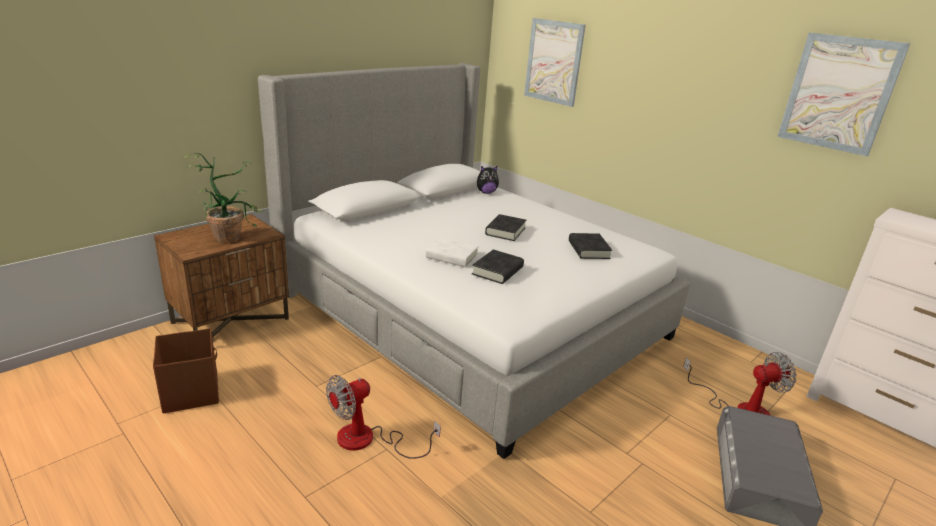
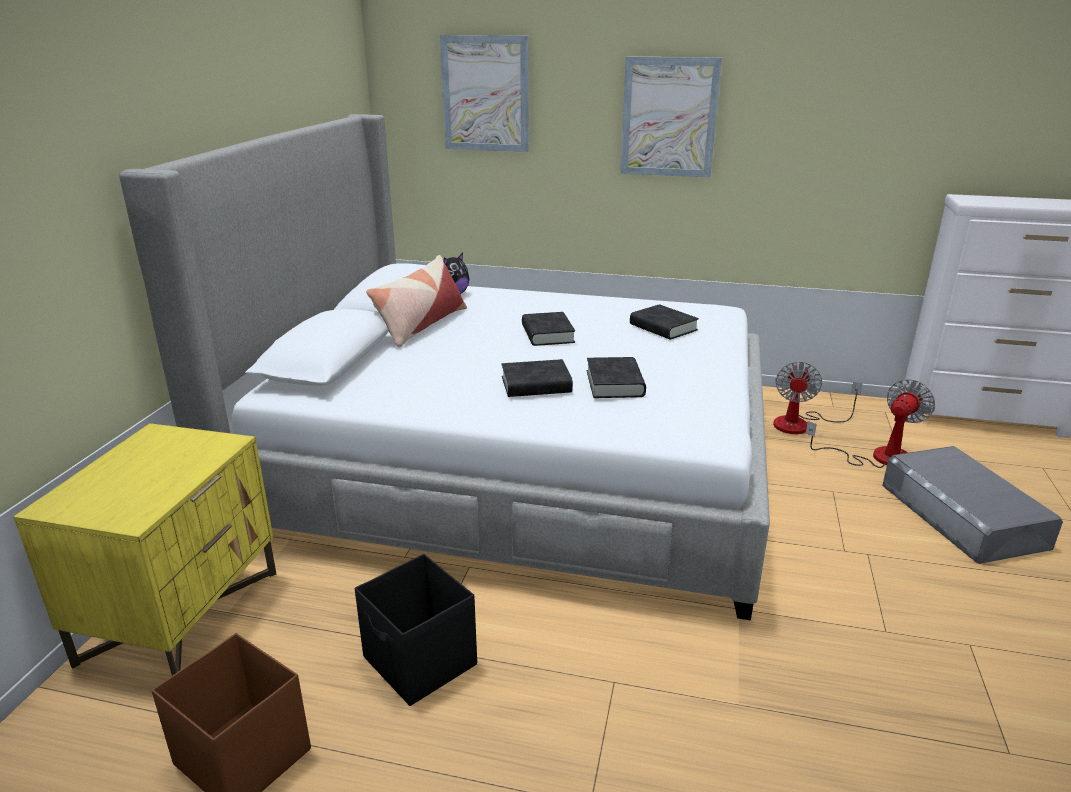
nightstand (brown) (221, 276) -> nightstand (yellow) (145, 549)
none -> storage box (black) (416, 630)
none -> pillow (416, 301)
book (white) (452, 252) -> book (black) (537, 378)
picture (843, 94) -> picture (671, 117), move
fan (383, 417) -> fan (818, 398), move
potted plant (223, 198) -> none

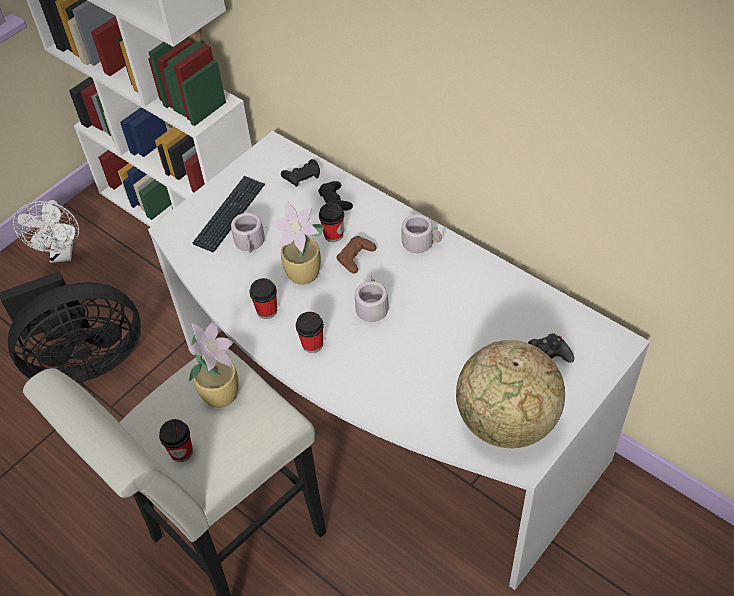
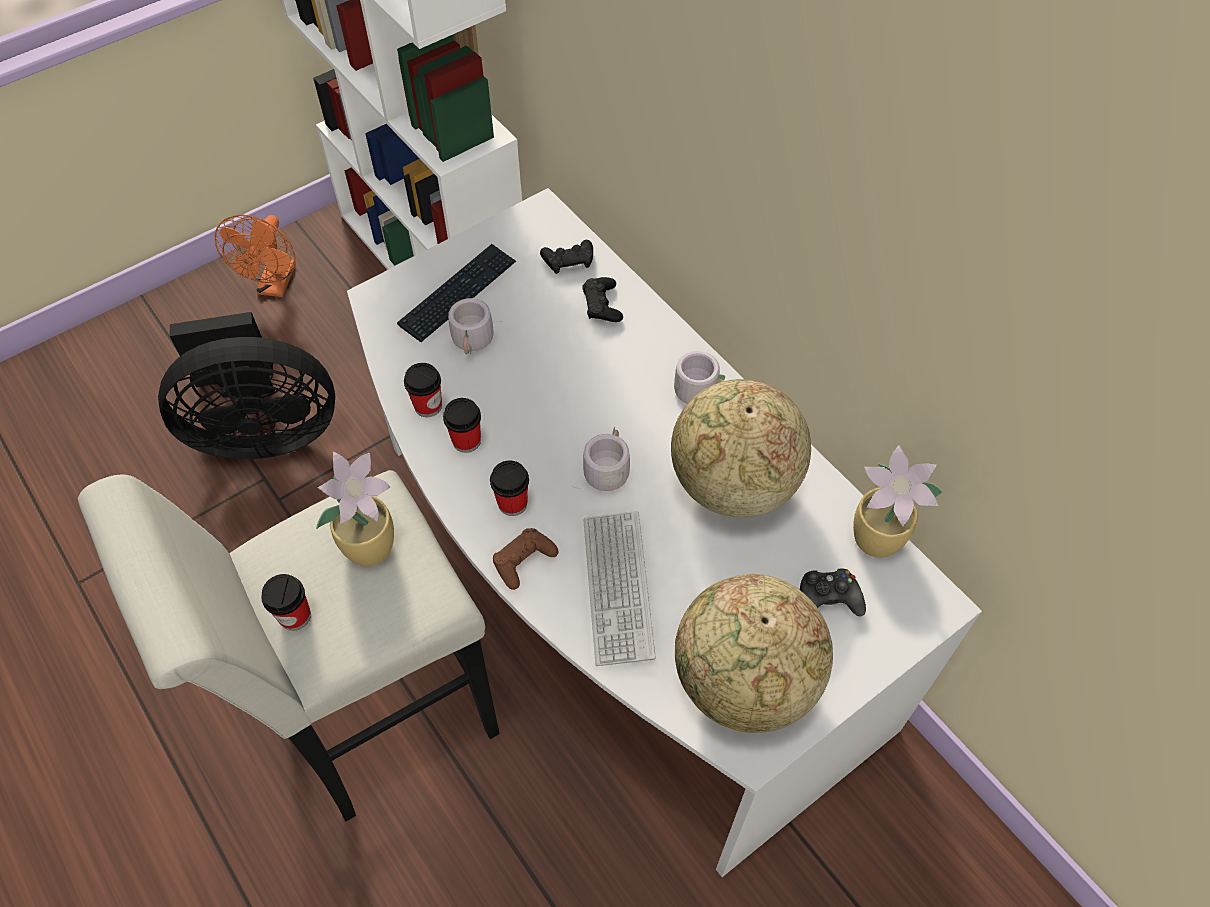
fan (white) (46, 231) -> fan (orange) (255, 256)
cup (331, 222) -> cup (423, 390), move
game controller (brown) (357, 255) -> game controller (brown) (526, 559), move
none -> keyboard (619, 588)
none -> globe (741, 448)
potted plant (298, 243) -> potted plant (898, 501), move

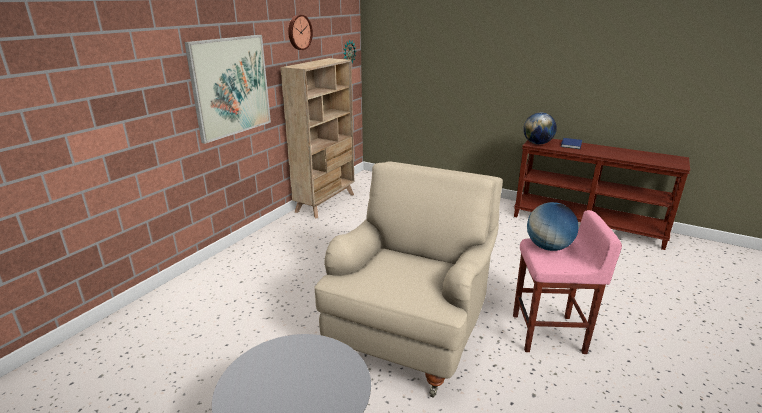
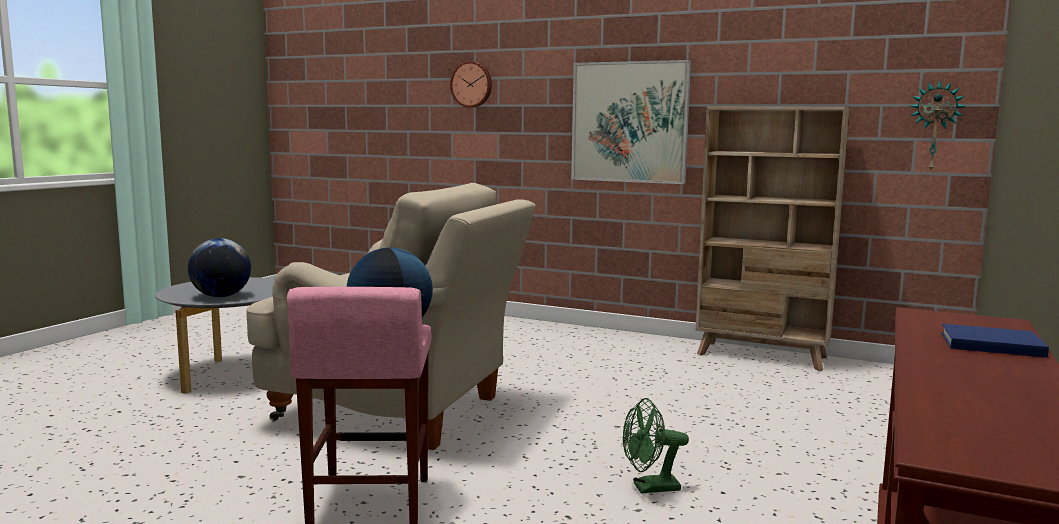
globe (540, 129) -> globe (219, 267), move
wall clock (300, 32) -> wall clock (471, 84), move
none -> fan (green) (656, 446)

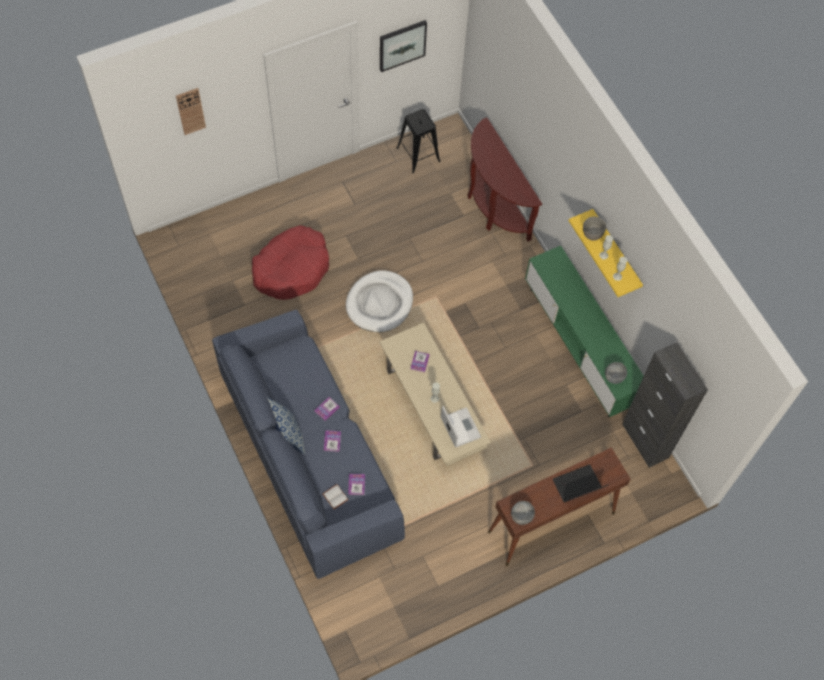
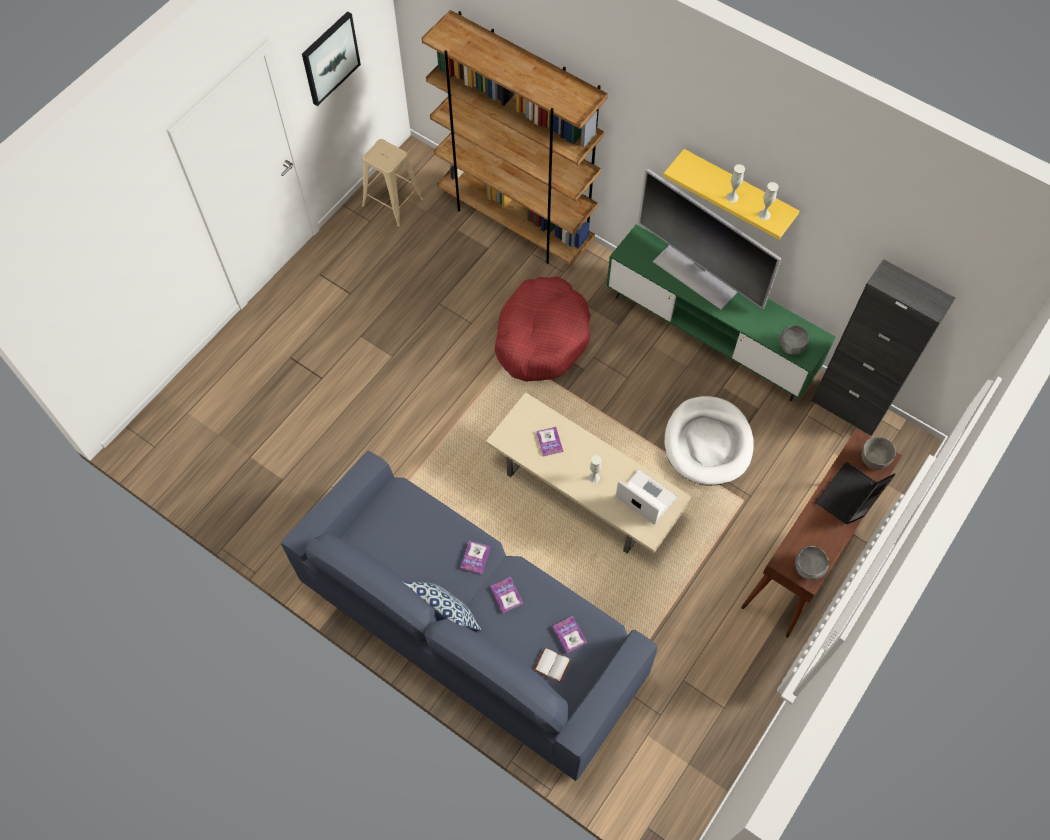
stool (black) (418, 141) -> stool (beige) (392, 183)
console table (brown) (505, 179) -> bookcase (brown) (515, 137)
dog bed (red) (290, 262) -> dog bed (red) (542, 329), move
none -> television (709, 239)
dog bed (white) (379, 301) -> dog bed (white) (709, 441), move
bowl (grey) (594, 229) -> bowl (grey) (879, 453), move
wall clock (191, 111) -> none

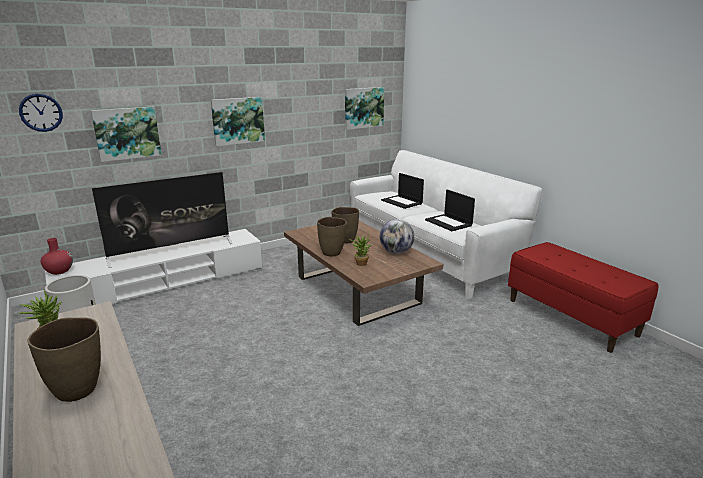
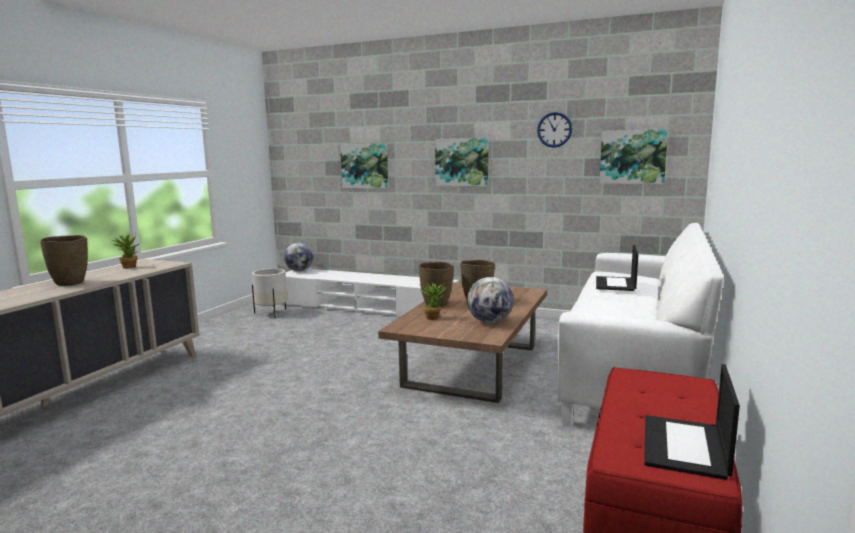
vase (red) (57, 256) -> globe (298, 257)
wall clock (41, 113) -> wall clock (554, 129), move
laptop (450, 210) -> laptop (692, 422), move
television (162, 220) -> none

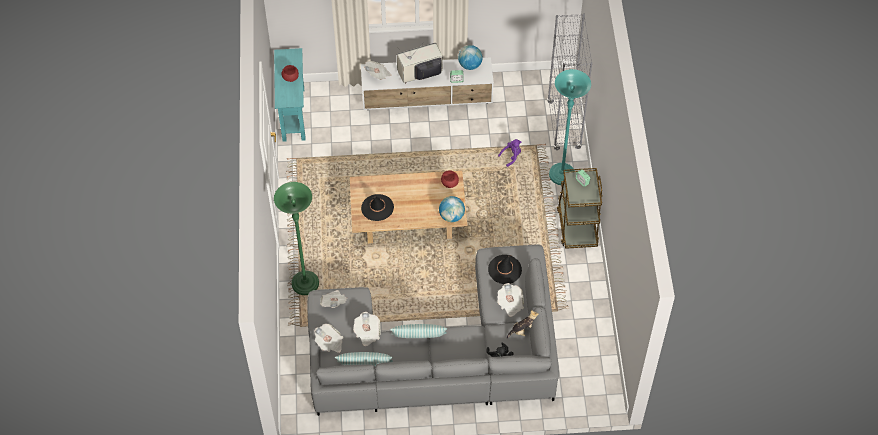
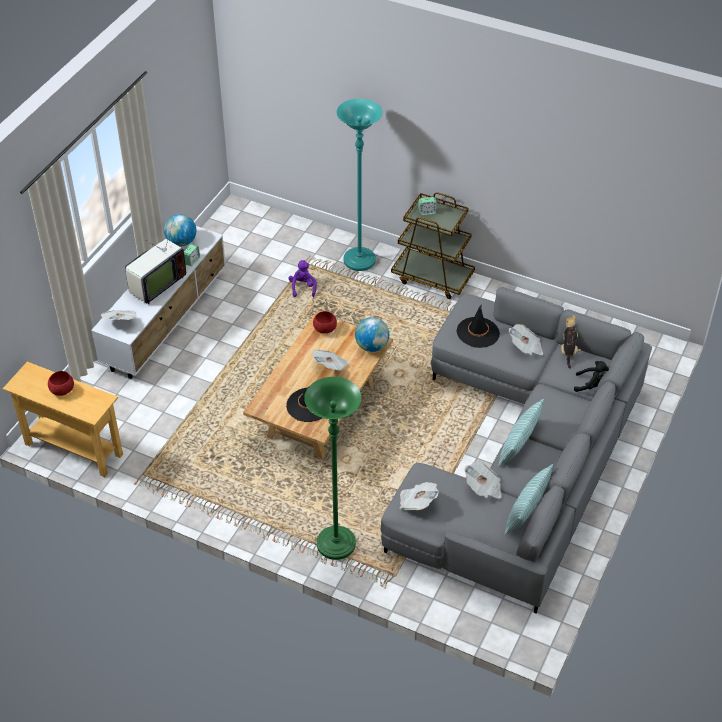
console table (turquoise) (290, 95) -> console table (beige) (63, 419)
television (420, 63) -> television (155, 261), 150 degrees counterclockwise
newspaper (329, 338) -> newspaper (331, 360), move
bookcase (grey) (570, 82) -> none

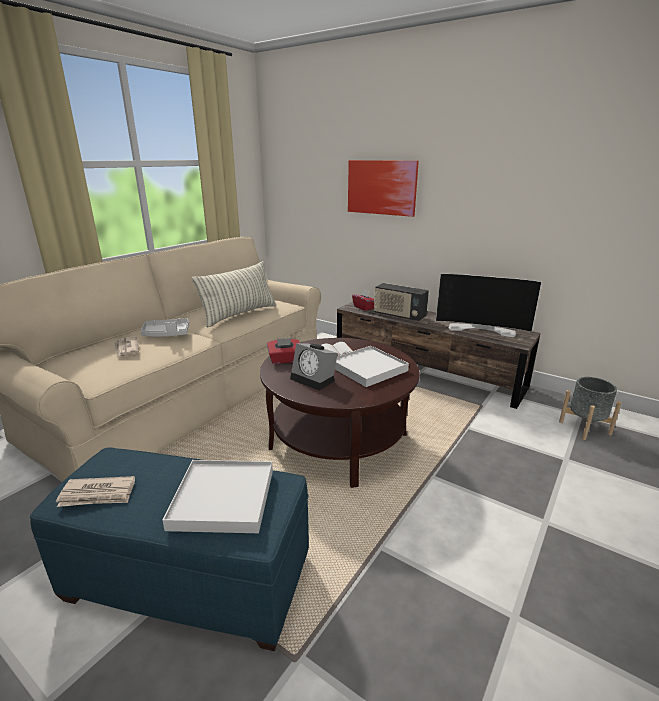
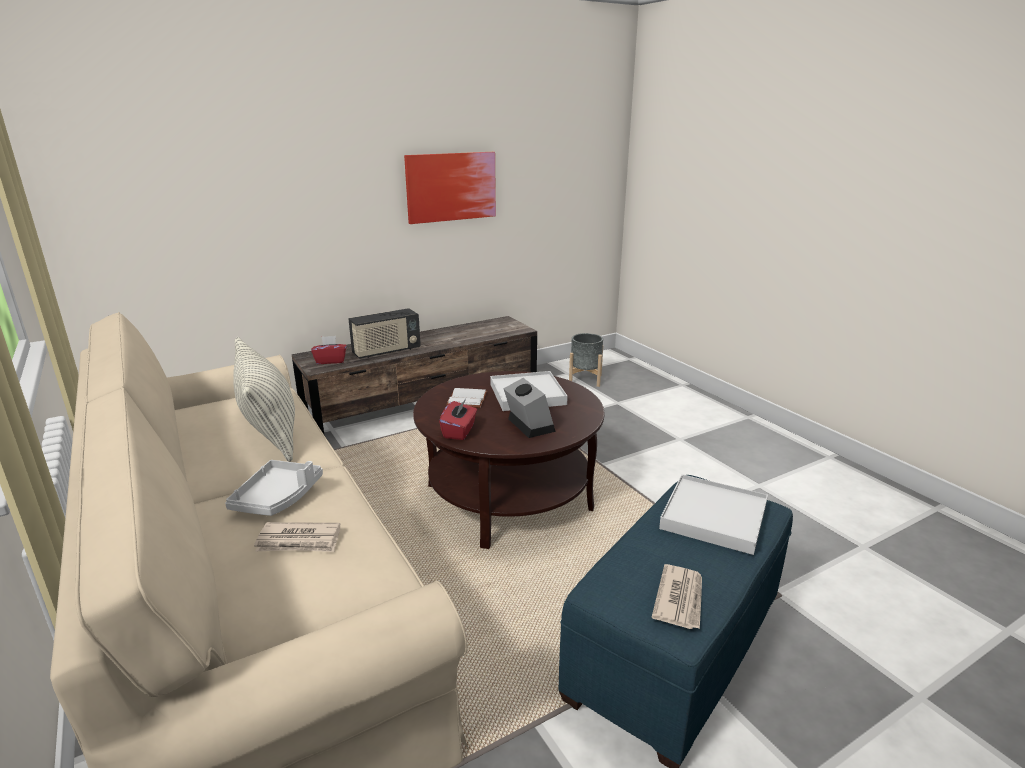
picture (383, 188) -> picture (450, 188), move
alarm clock (314, 366) -> alarm clock (529, 408), 90 degrees counterclockwise
television (489, 305) -> none

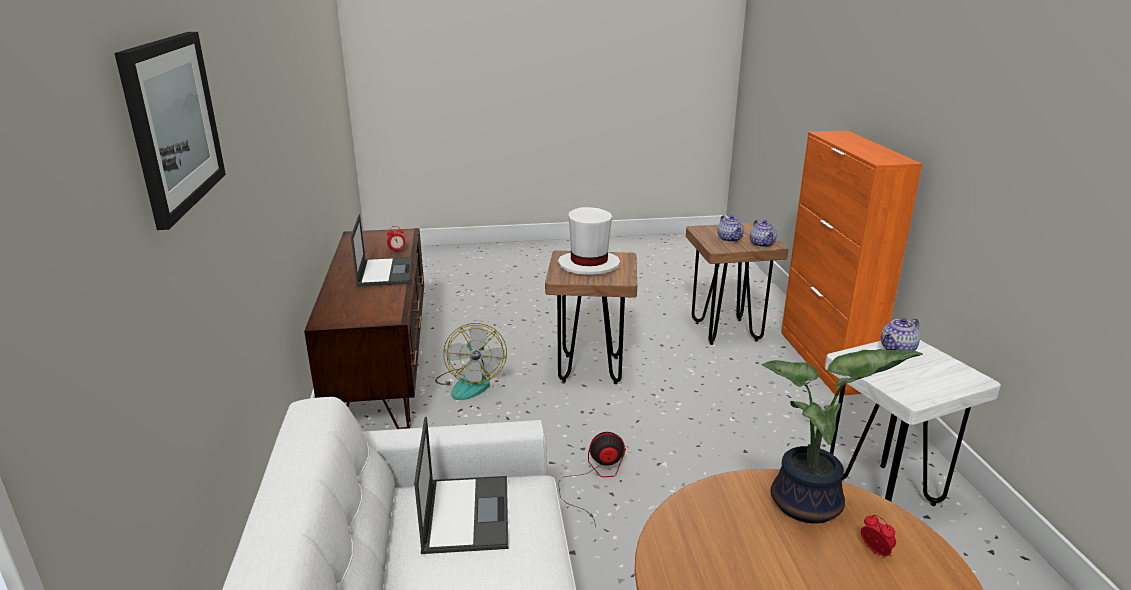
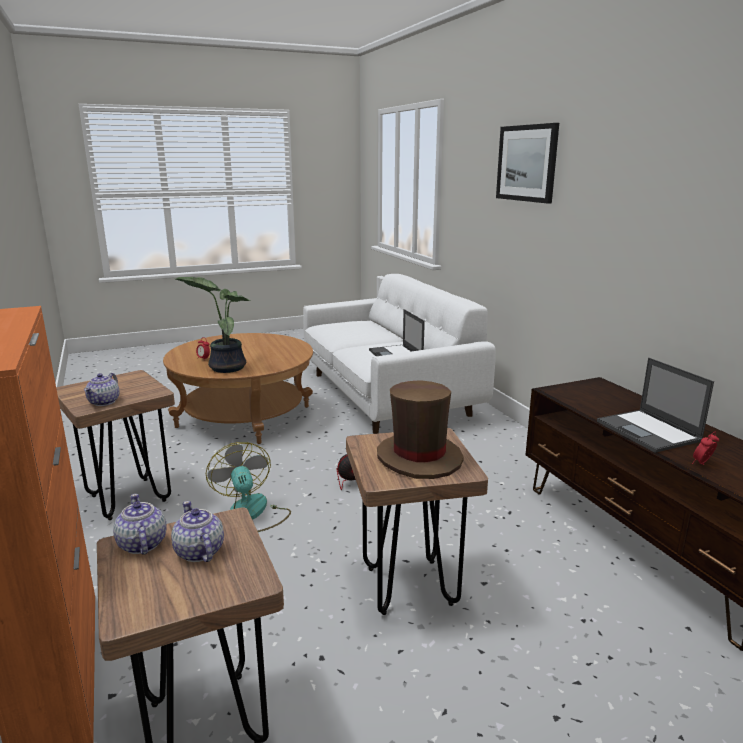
stool (white) (913, 423) -> stool (brown) (115, 445)
teapot (900, 334) -> teapot (101, 389), 150 degrees clockwise
fan (471, 361) -> fan (248, 487), move
hat (white) (589, 241) -> hat (brown) (420, 429)

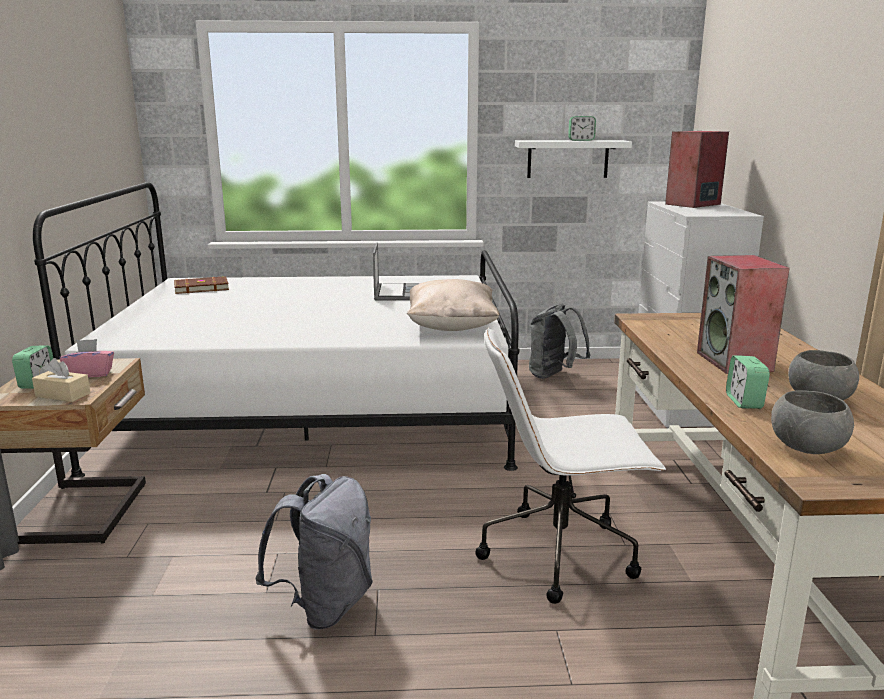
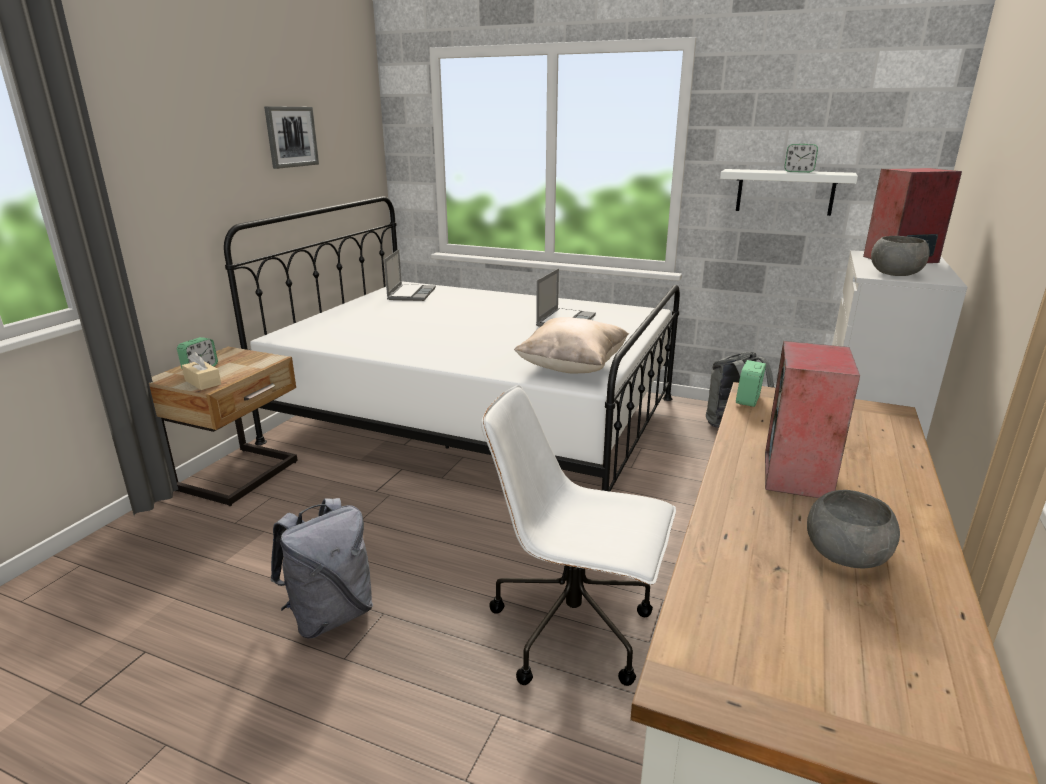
none -> picture (291, 137)
book (brown) (201, 285) -> laptop (410, 275)
alarm clock (748, 382) -> alarm clock (751, 383), move
bowl (grey) (812, 422) -> bowl (grey) (900, 256), move
tissue box (pink) (87, 358) -> none

